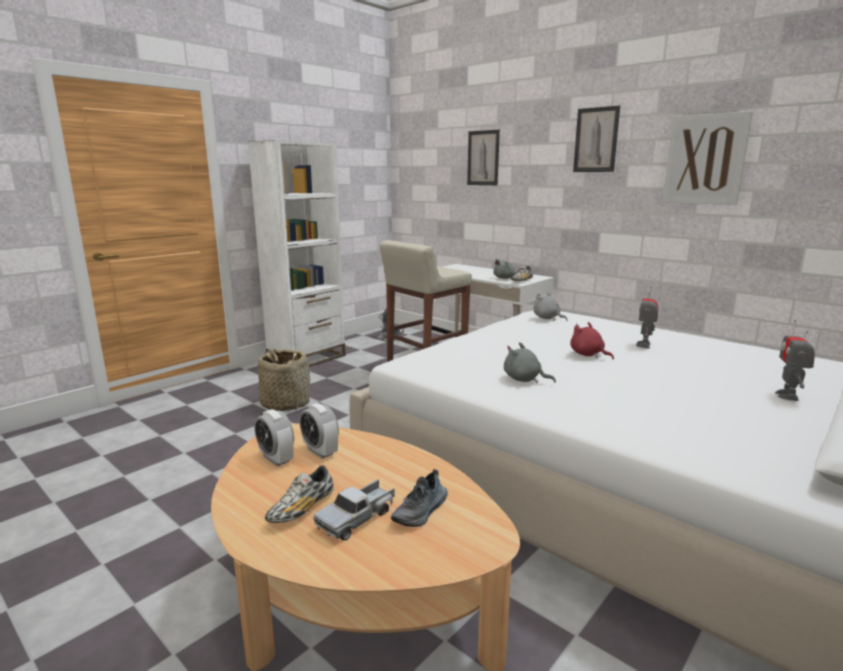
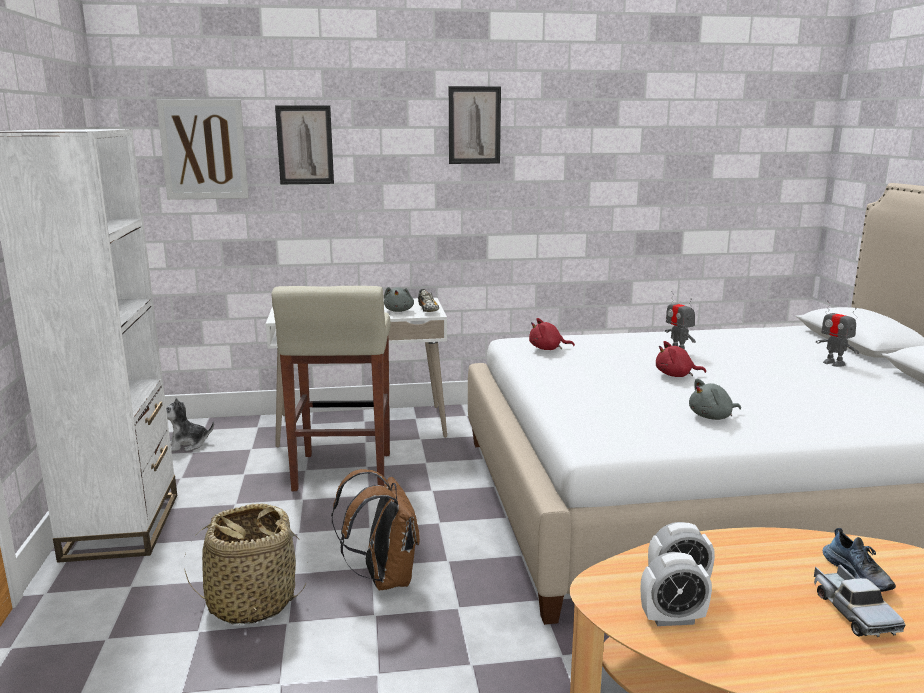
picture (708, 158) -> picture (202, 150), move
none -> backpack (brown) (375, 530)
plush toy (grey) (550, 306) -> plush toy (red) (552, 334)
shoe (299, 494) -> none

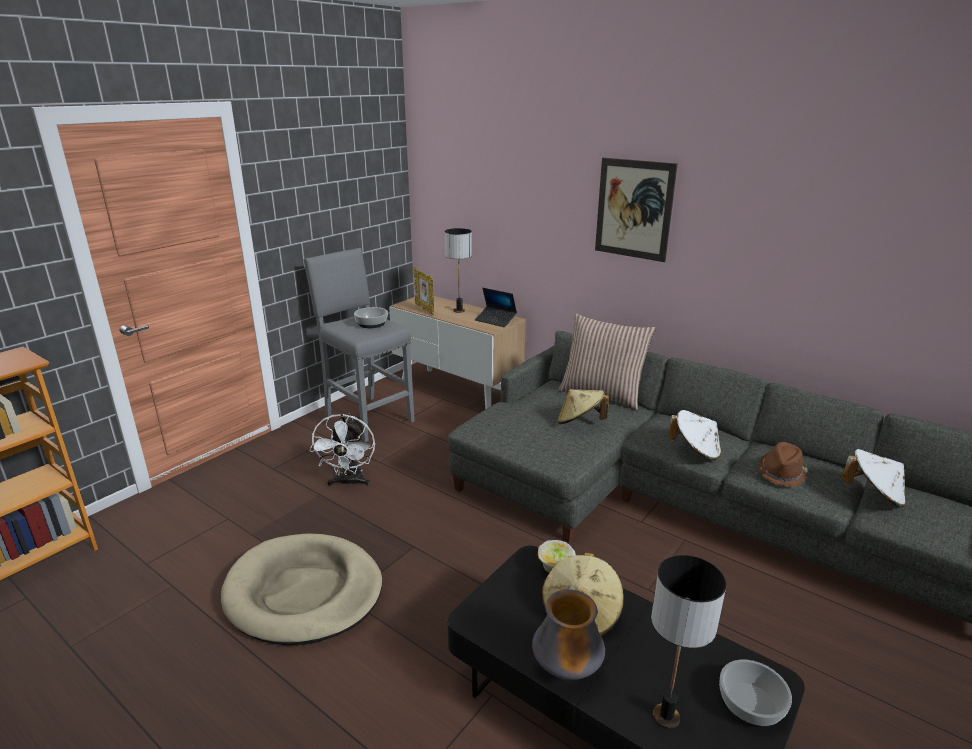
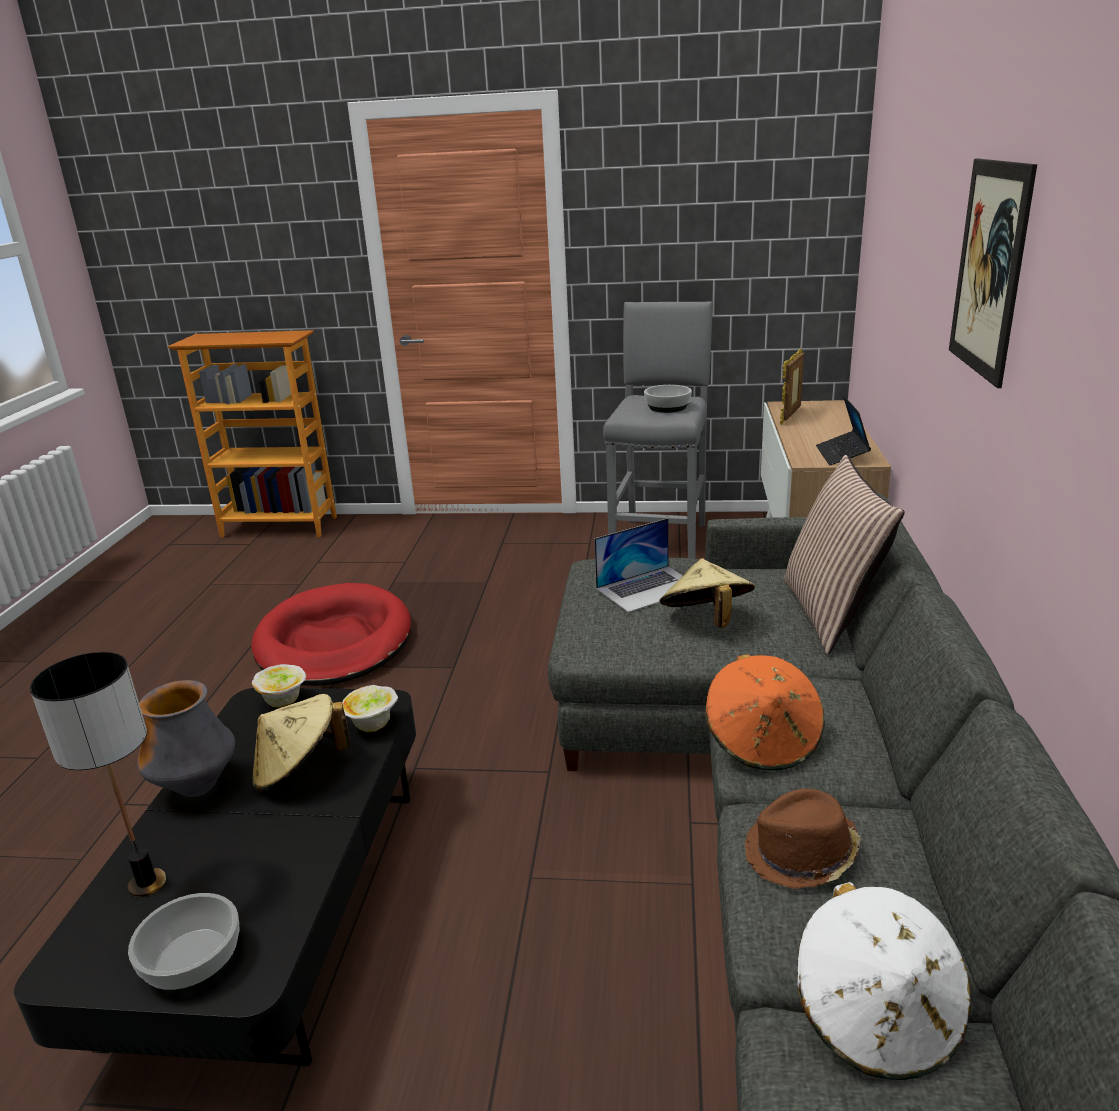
dog bed (beige) (301, 589) -> dog bed (red) (331, 634)
none -> bowl (279, 686)
none -> laptop (638, 565)
hat (white) (694, 435) -> hat (orange) (765, 712)
fan (white) (342, 450) -> none
table lamp (458, 270) -> none

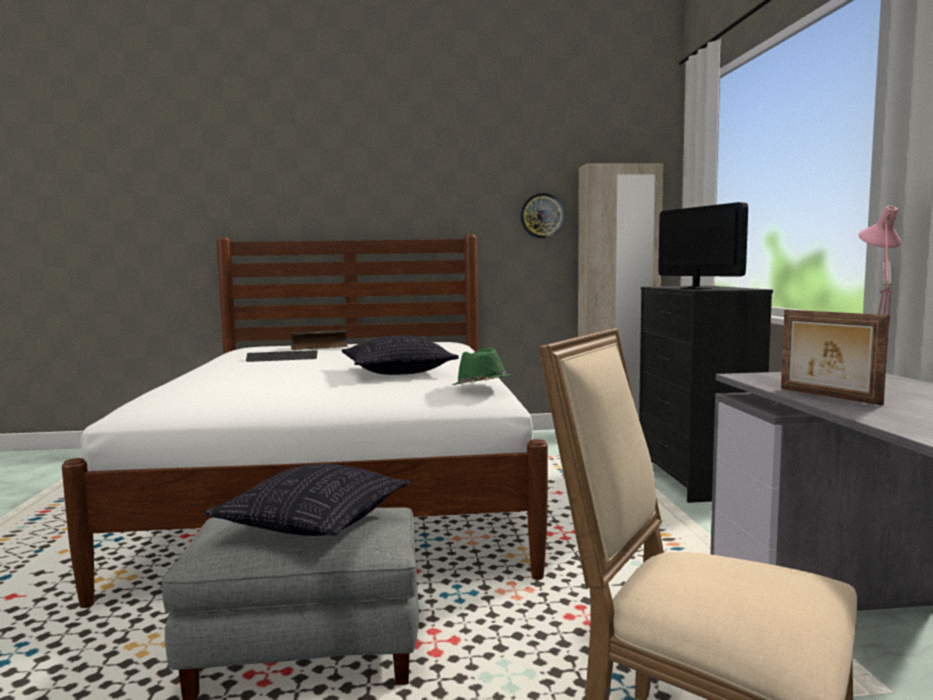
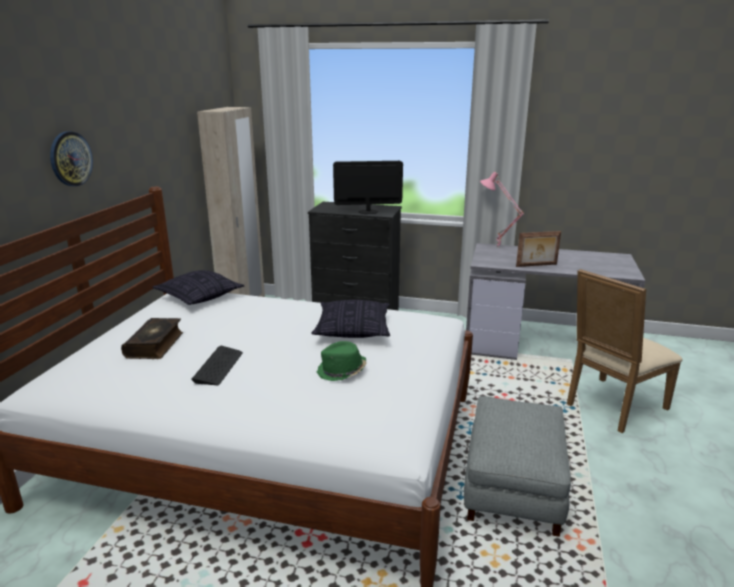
wall clock (542, 216) -> wall clock (71, 158), move
pillow (306, 500) -> pillow (198, 287), move
hat (green) (480, 366) -> hat (green) (342, 361), move

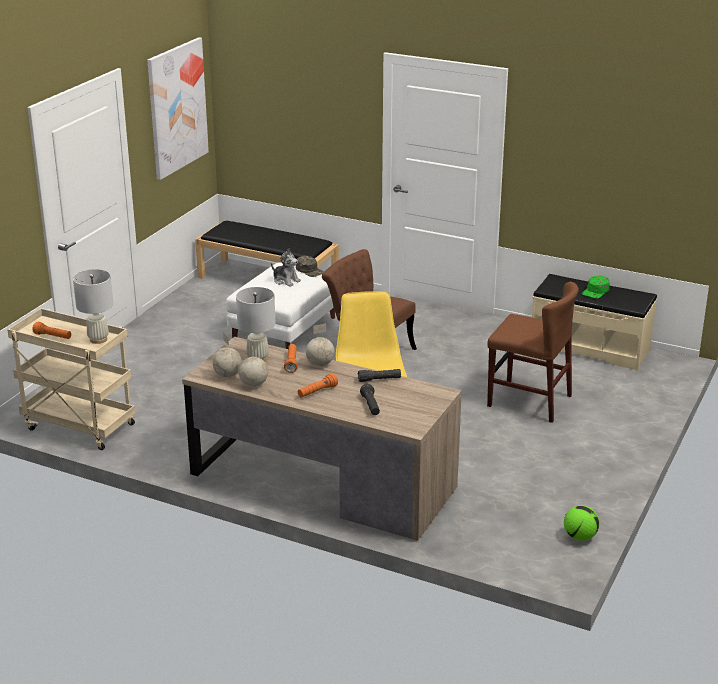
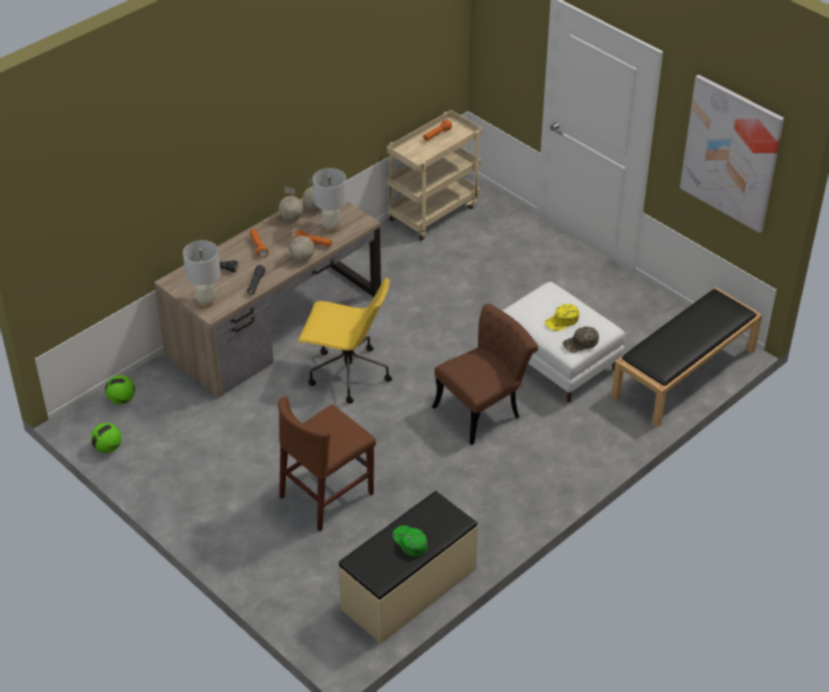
none -> football (120, 389)
table lamp (white) (93, 306) -> table lamp (white) (202, 273), move
plush toy (286, 267) -> cap (yellow) (562, 317)

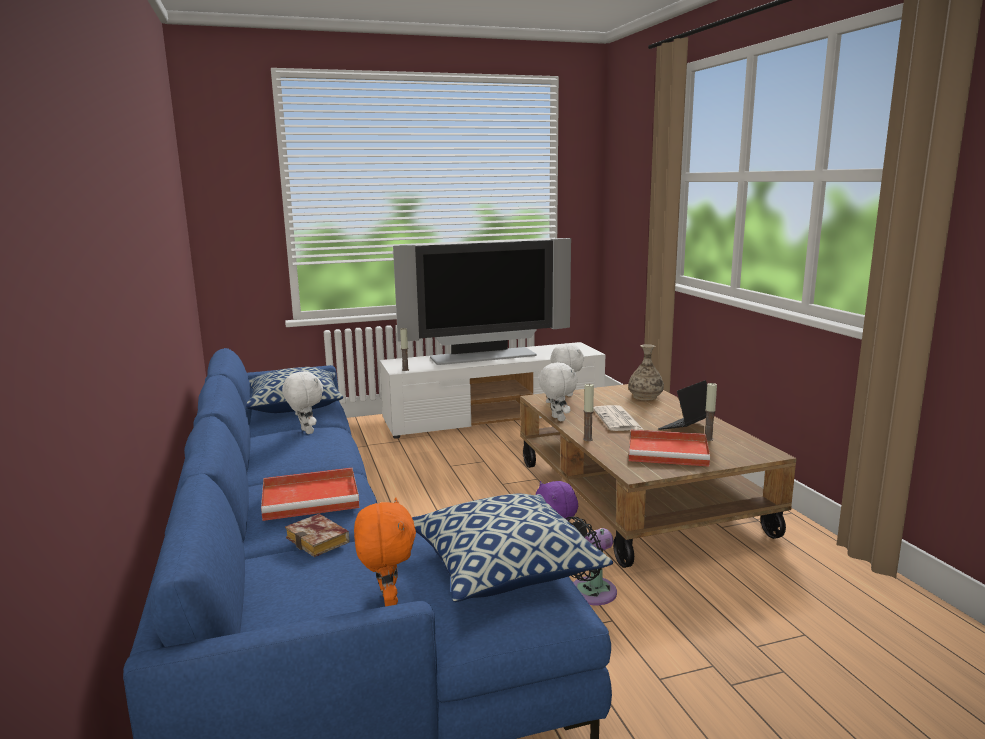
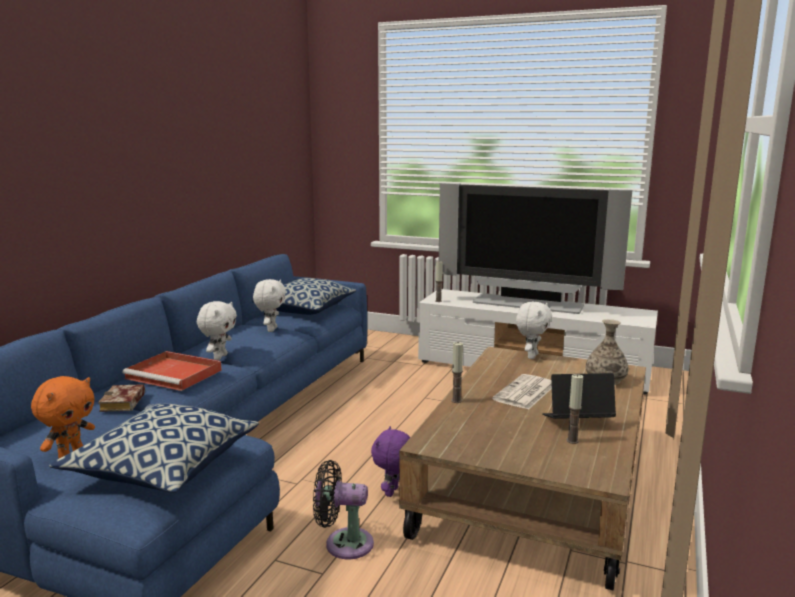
plush toy (white) (557, 392) -> plush toy (white) (217, 330), move
tray (red) (669, 448) -> none

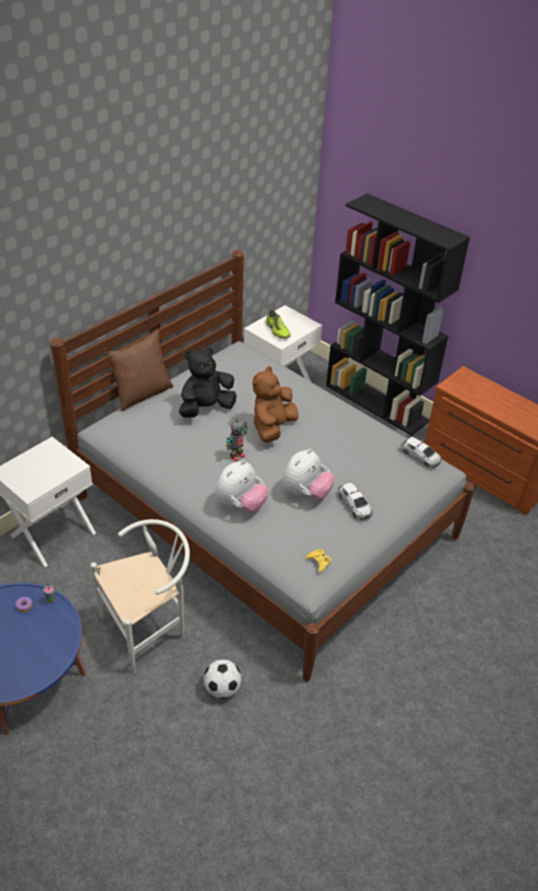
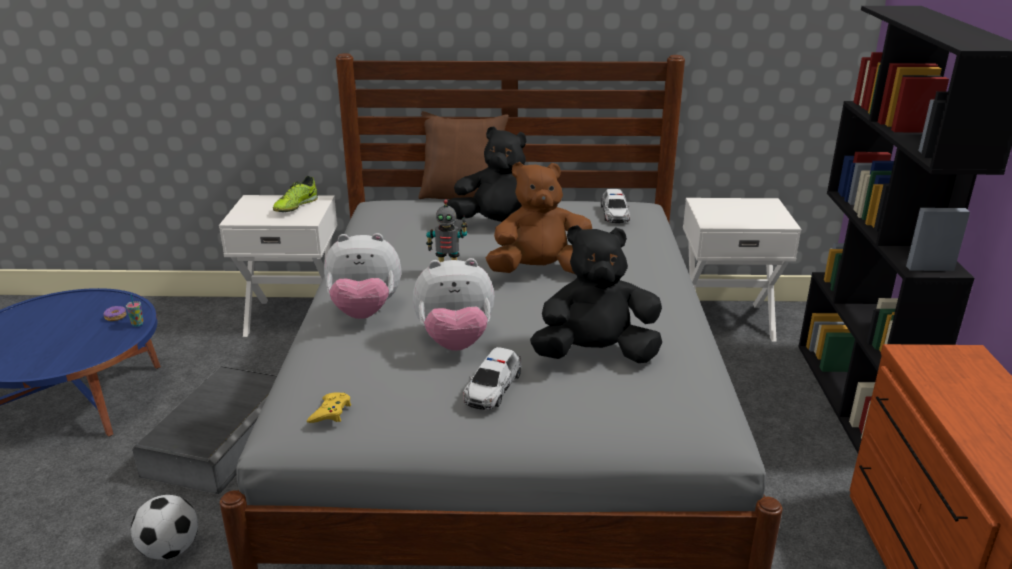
chair (white) (140, 596) -> storage box (grey) (204, 430)
shoe (278, 324) -> shoe (295, 194), move
none -> plush toy (black) (596, 294)
toy car (421, 452) -> toy car (615, 206), move

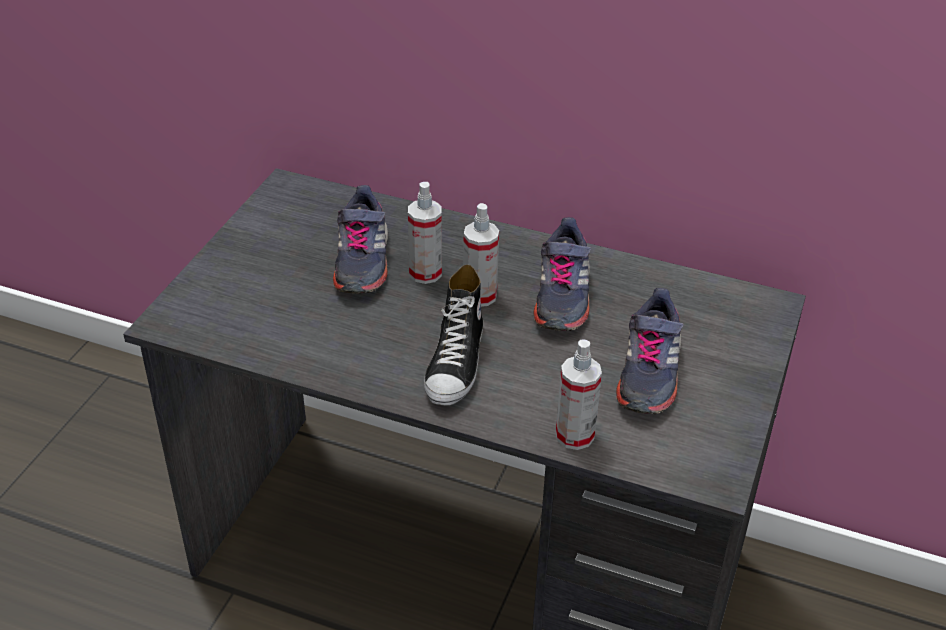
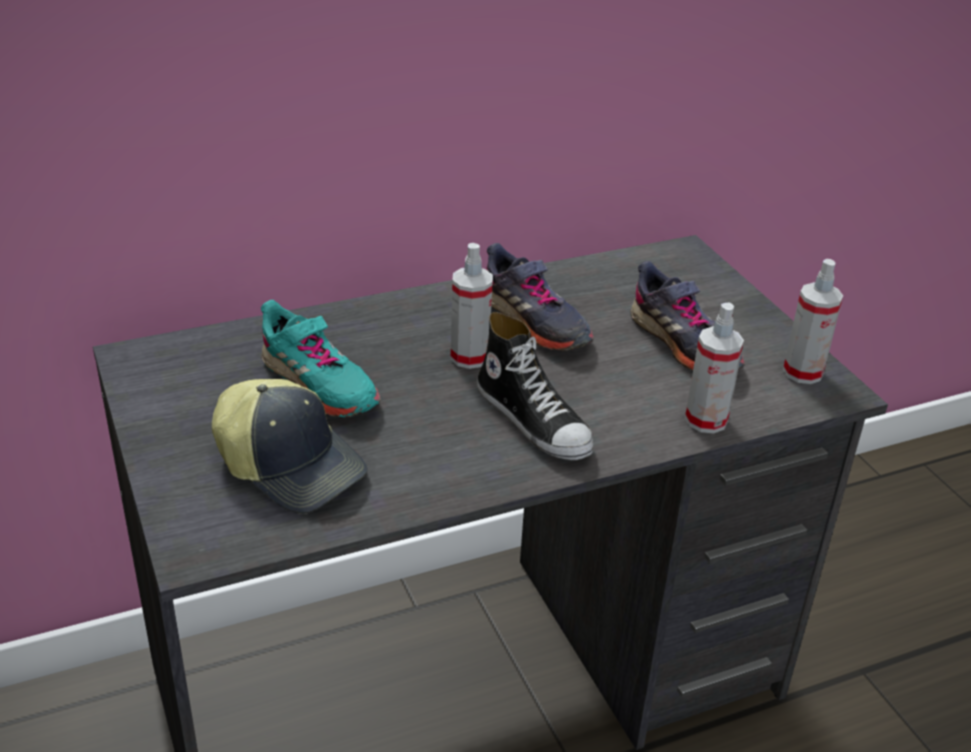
none -> cap (290, 446)
shoe (grey) (360, 239) -> shoe (turquoise) (321, 358)
spray bottle (425, 233) -> spray bottle (813, 321), move

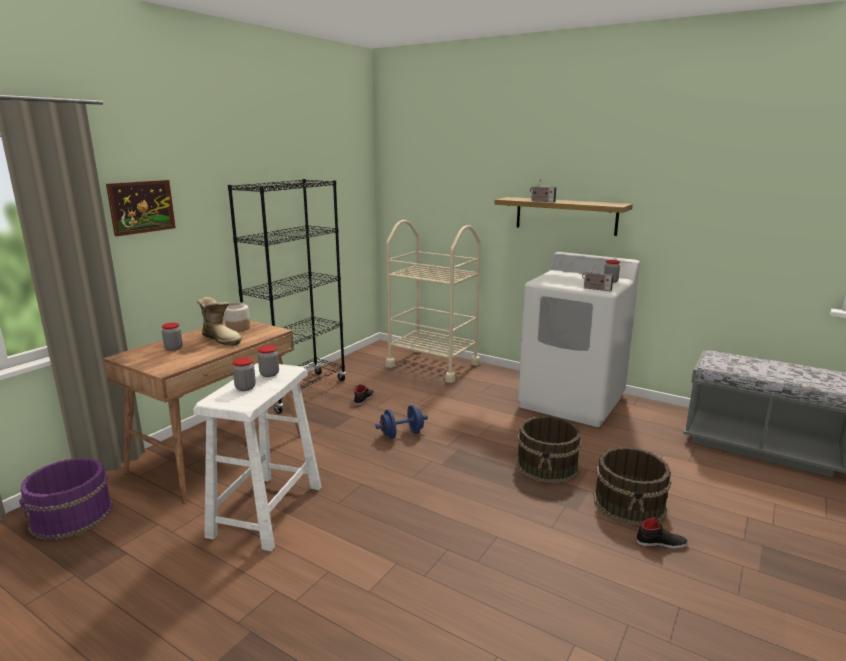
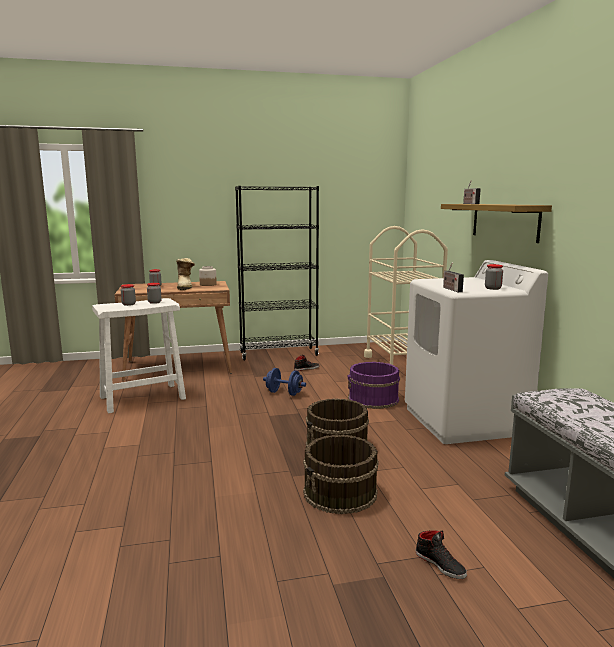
bucket (purple) (66, 498) -> bucket (purple) (374, 385), move
shoe (black) (662, 532) -> shoe (black) (441, 554), move
picture (141, 208) -> none

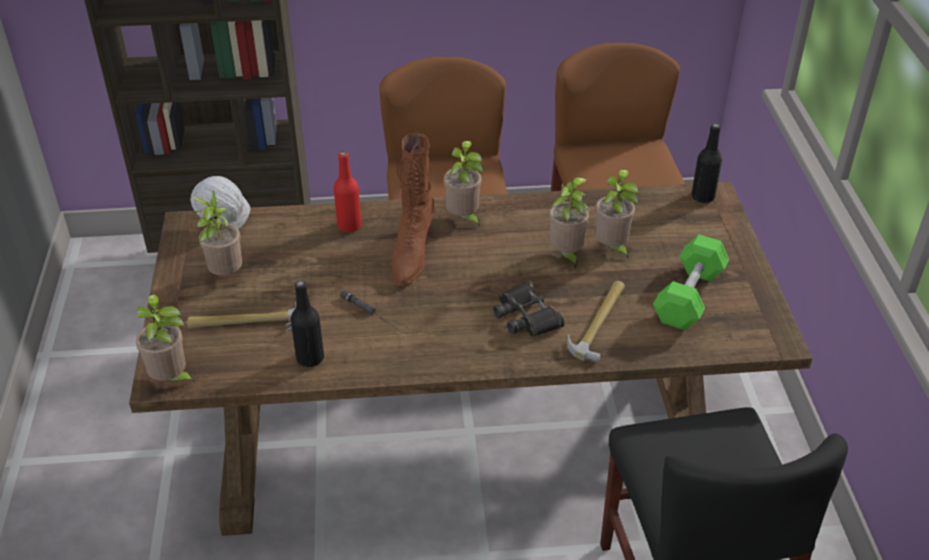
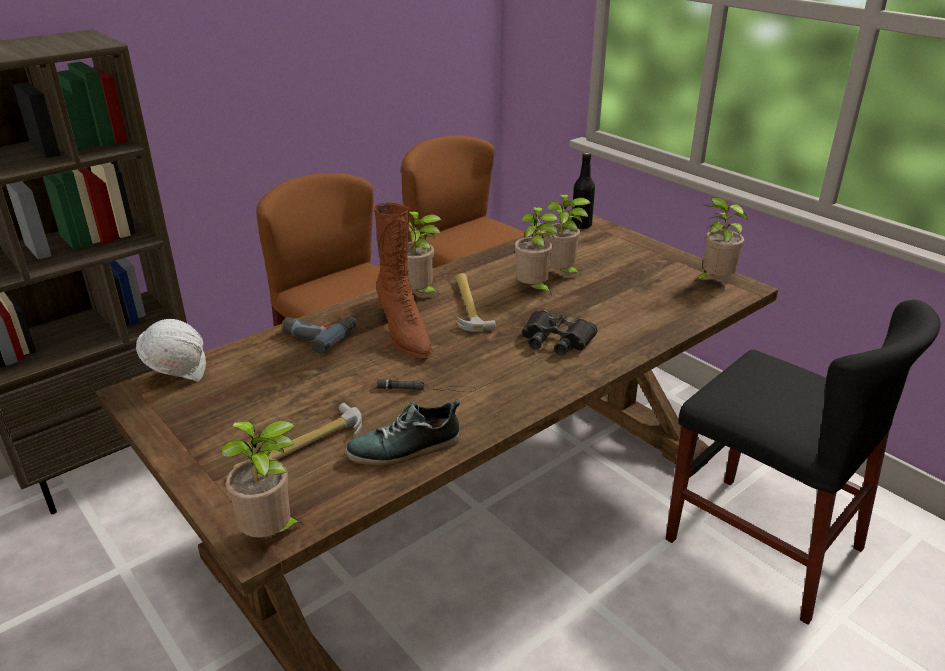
bottle (red) (348, 191) -> power drill (319, 335)
bottle (black) (307, 323) -> shoe (402, 432)
hammer (596, 321) -> hammer (476, 302), move
potted plant (217, 233) -> potted plant (721, 239), move
dumbbell (green) (691, 282) -> none

